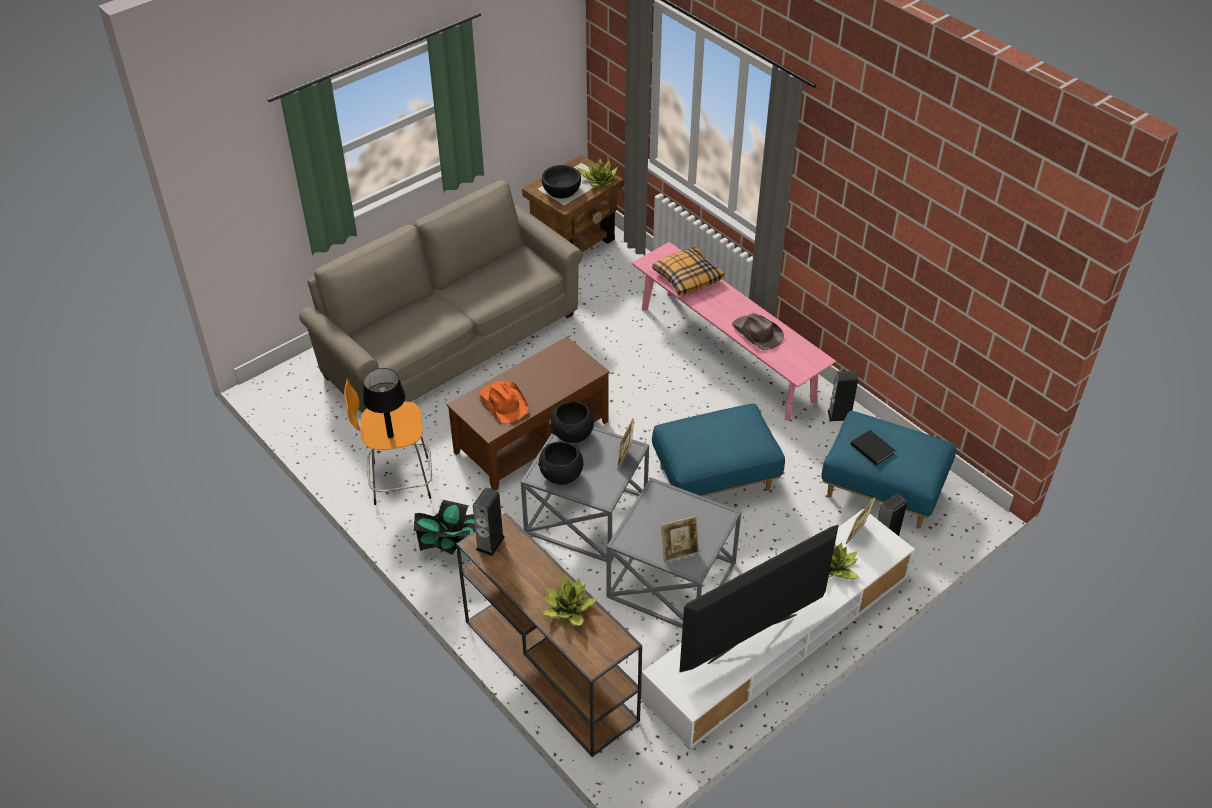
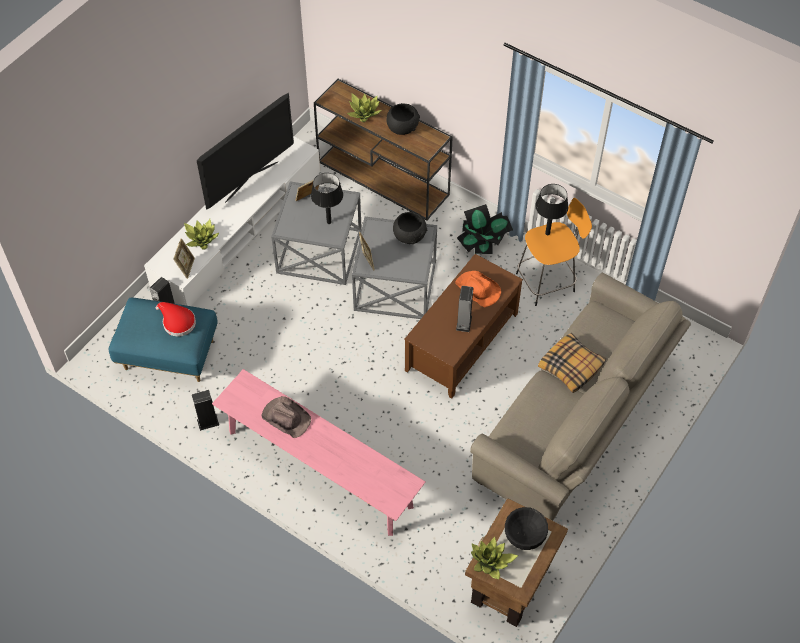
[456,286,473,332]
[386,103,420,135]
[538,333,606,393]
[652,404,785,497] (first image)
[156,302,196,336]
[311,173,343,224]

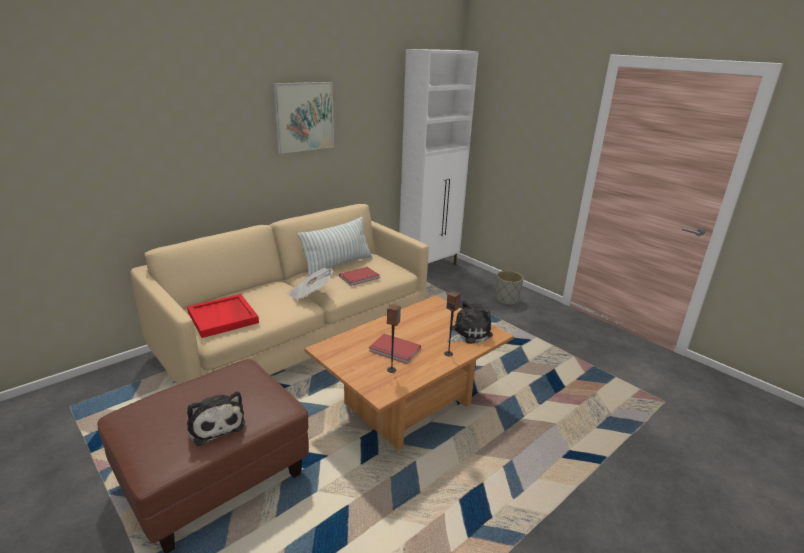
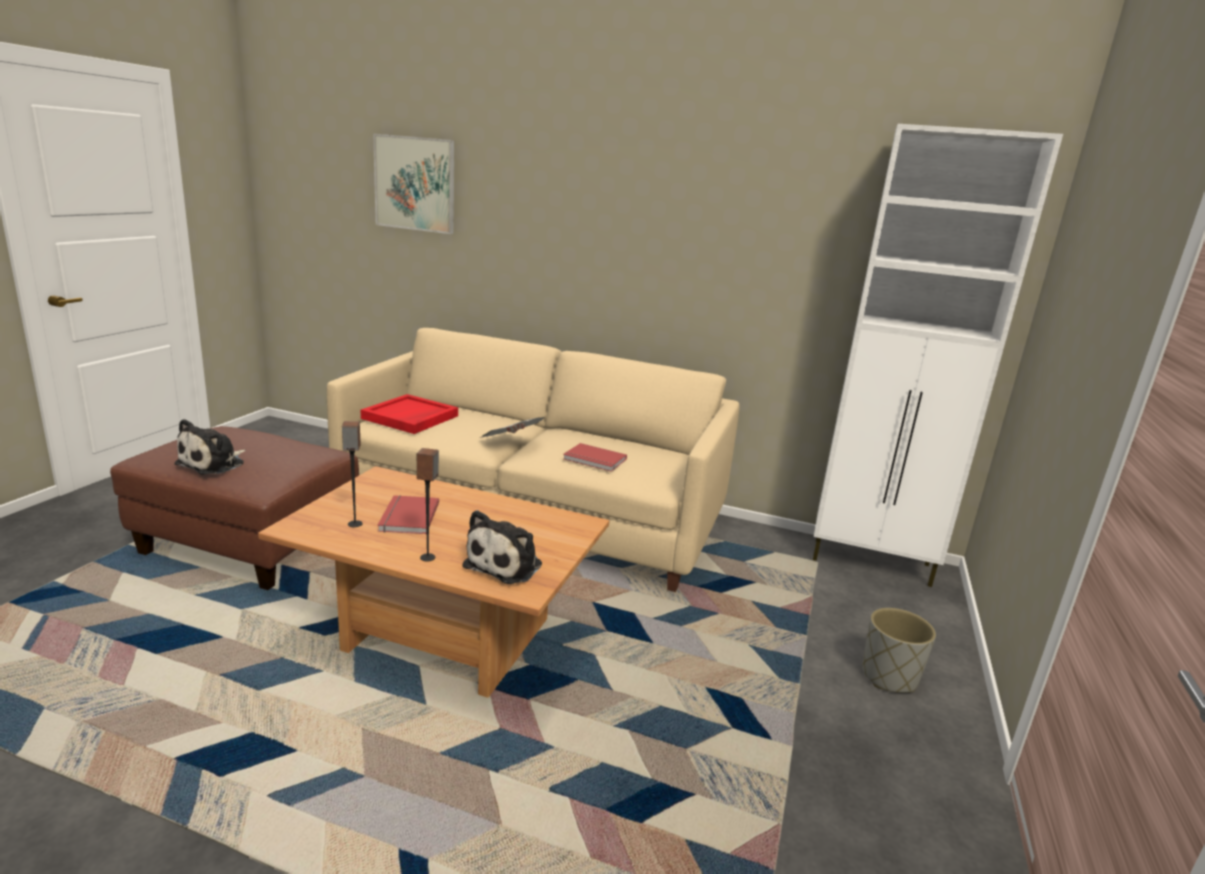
[373,134,454,234]
[298,216,372,277] (first image)
[462,510,542,584]

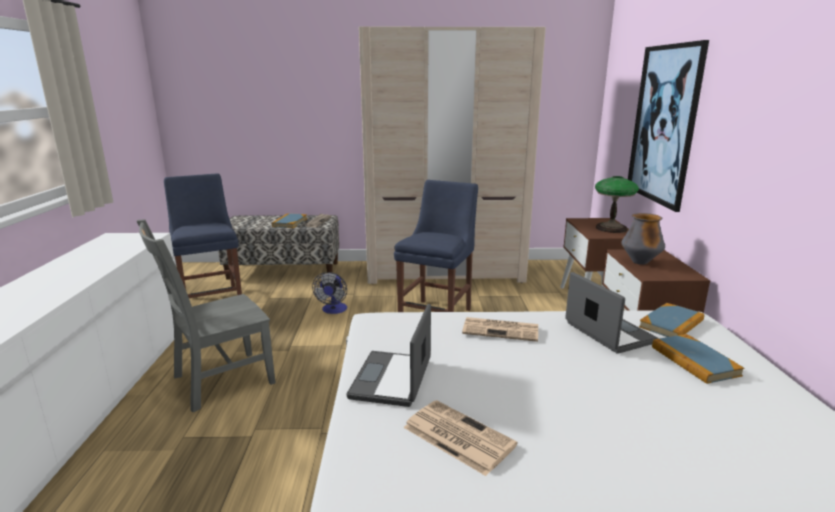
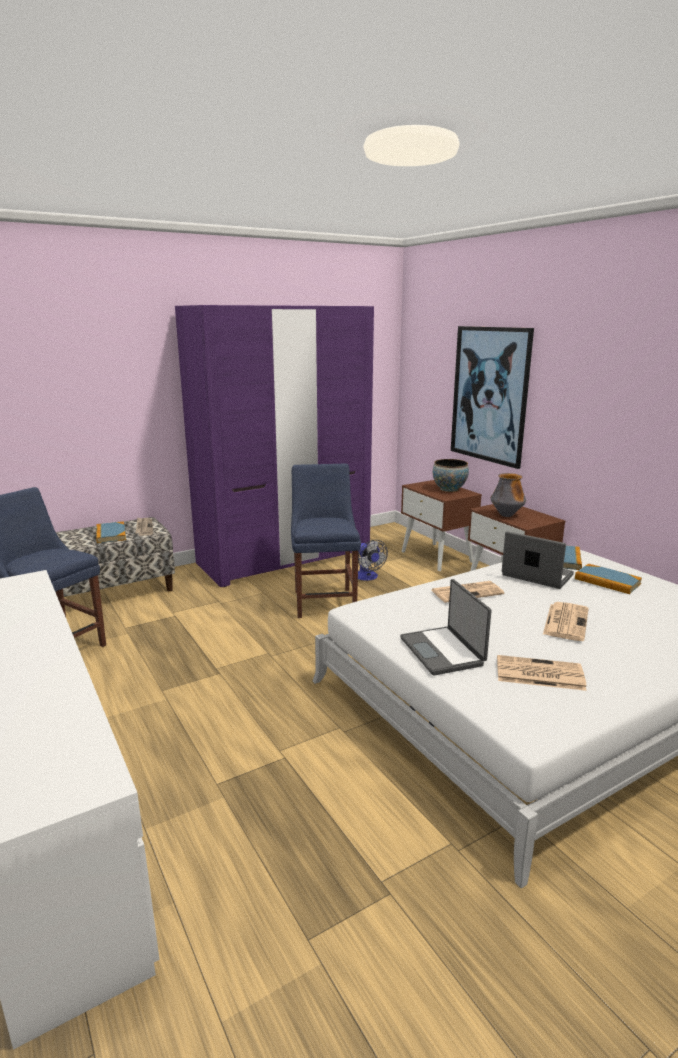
[137,219,276,412] (first image)
[358,540,388,581]
[175,305,374,587]
[433,459,469,492]
[543,602,589,641]

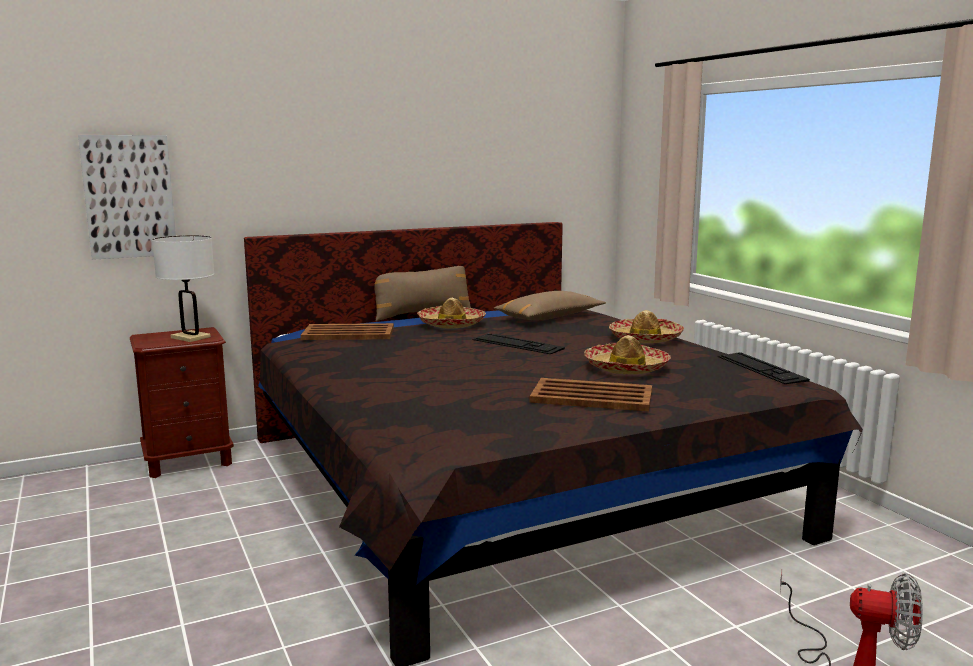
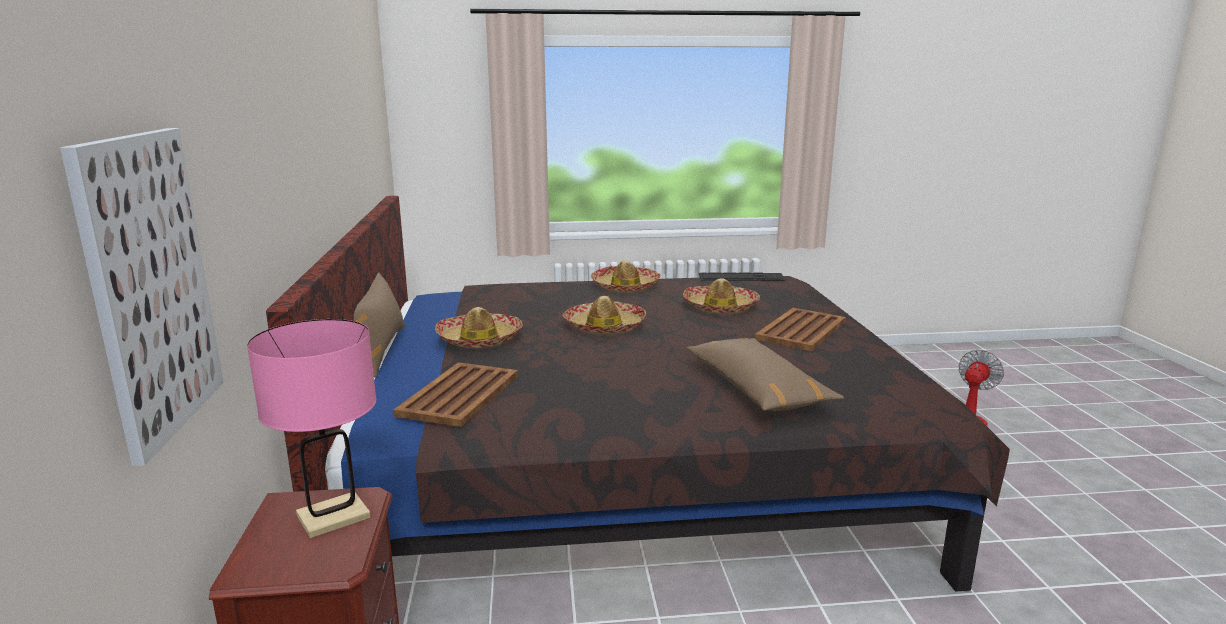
[247,319,376,538]
[562,296,646,334]
[686,338,844,411]

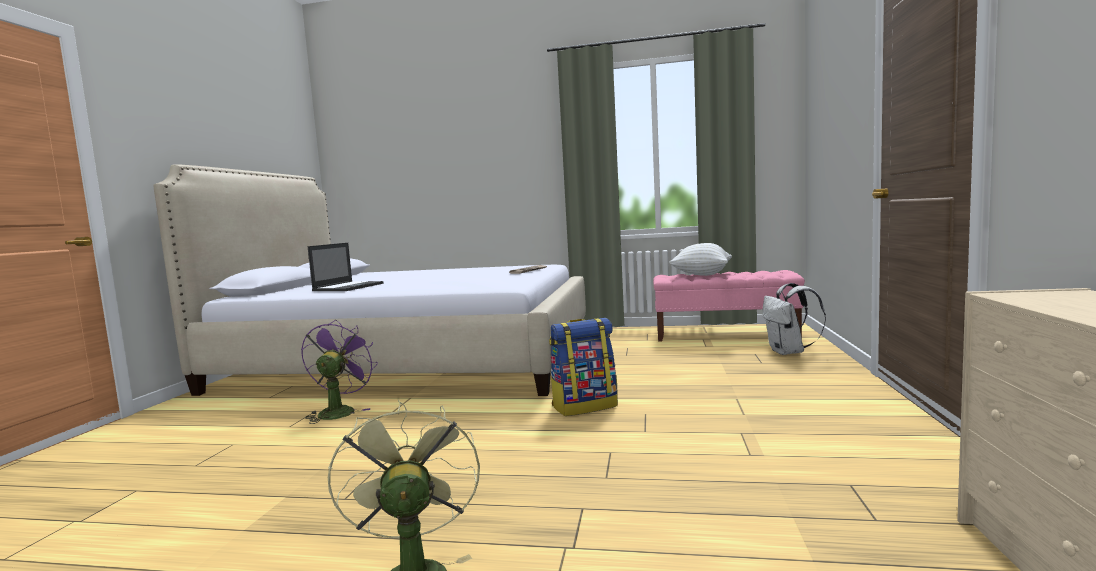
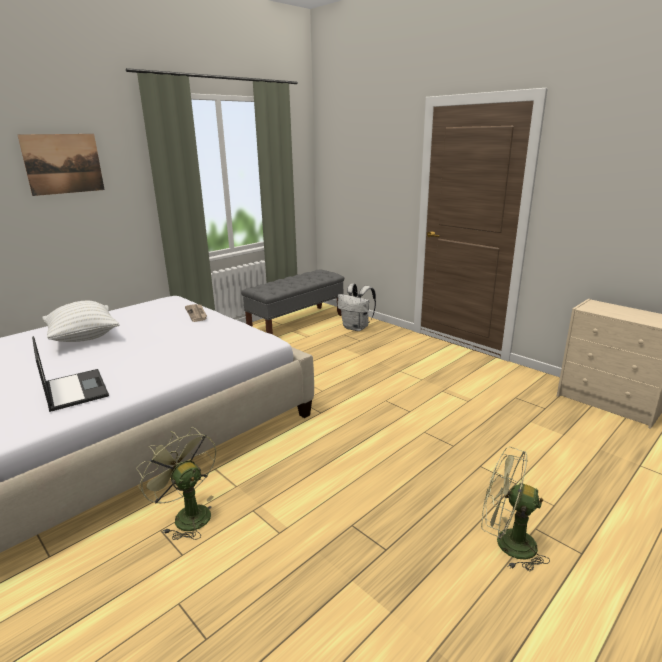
[136,427,216,540]
[549,318,618,416] (first image)
[241,269,344,335]
[42,301,120,342]
[18,134,105,196]

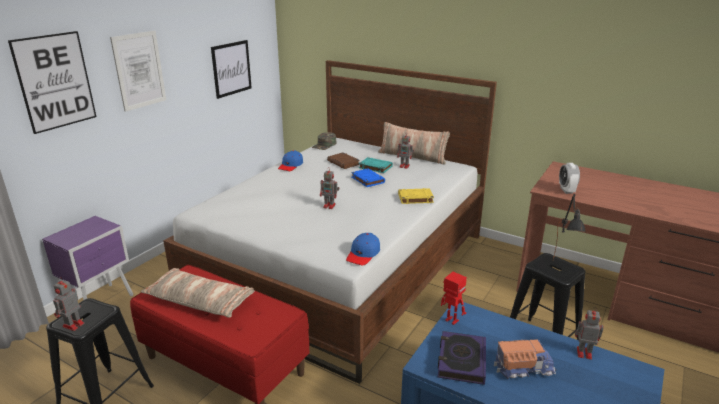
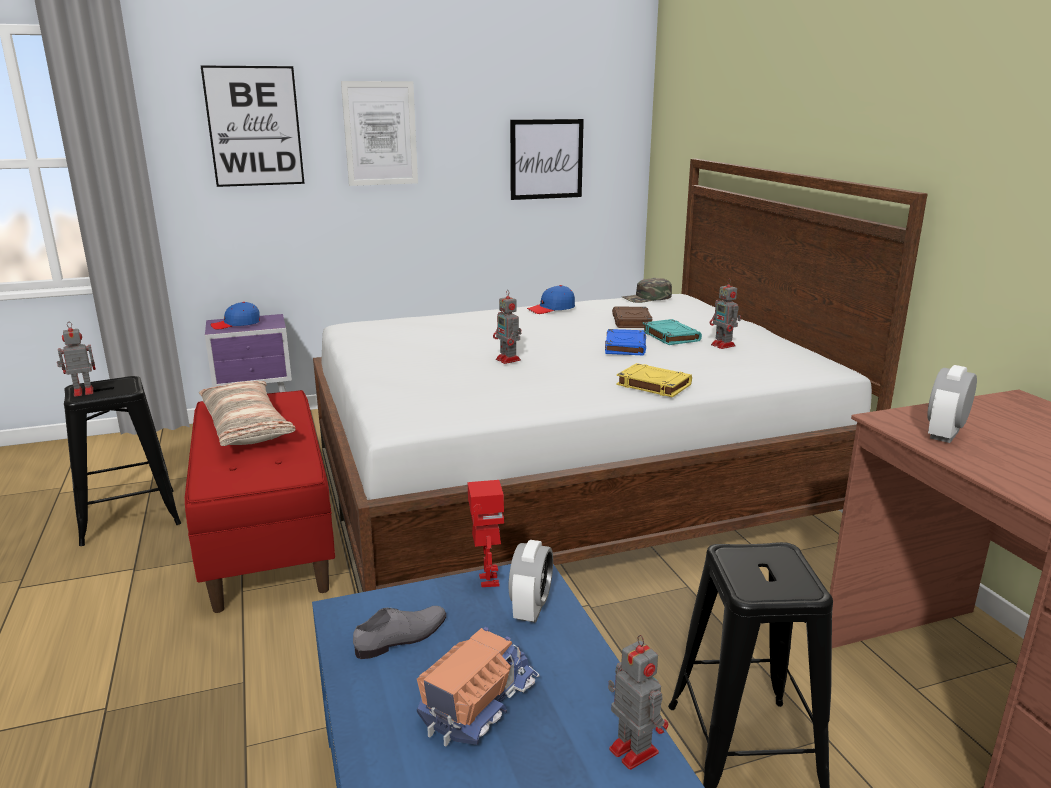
[210,302,260,330]
[378,122,450,165] (first image)
[353,606,446,659]
[417,627,539,747]
[553,194,586,260] (first image)
[509,540,553,623]

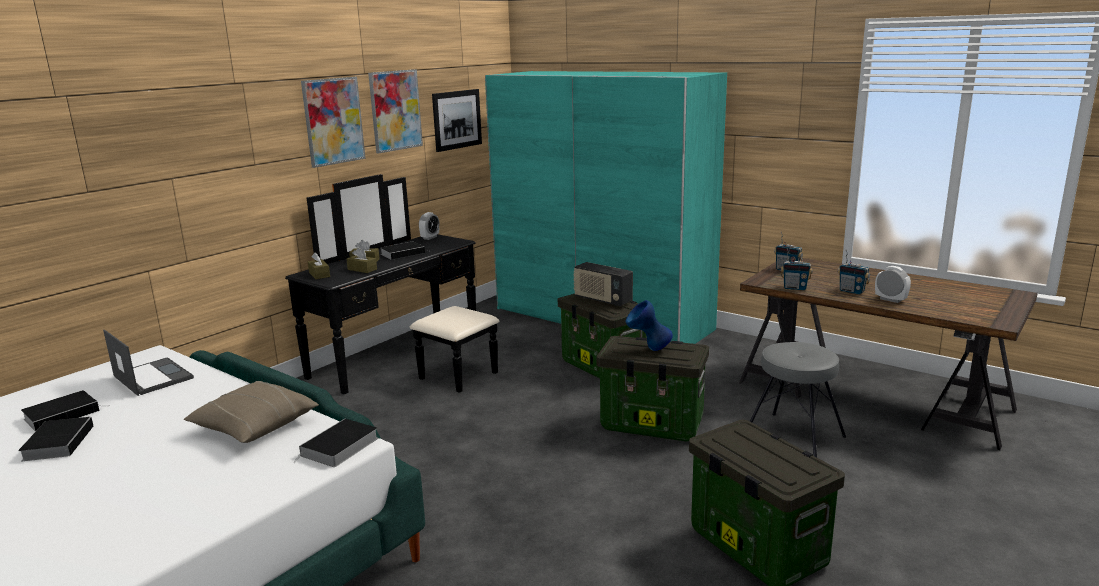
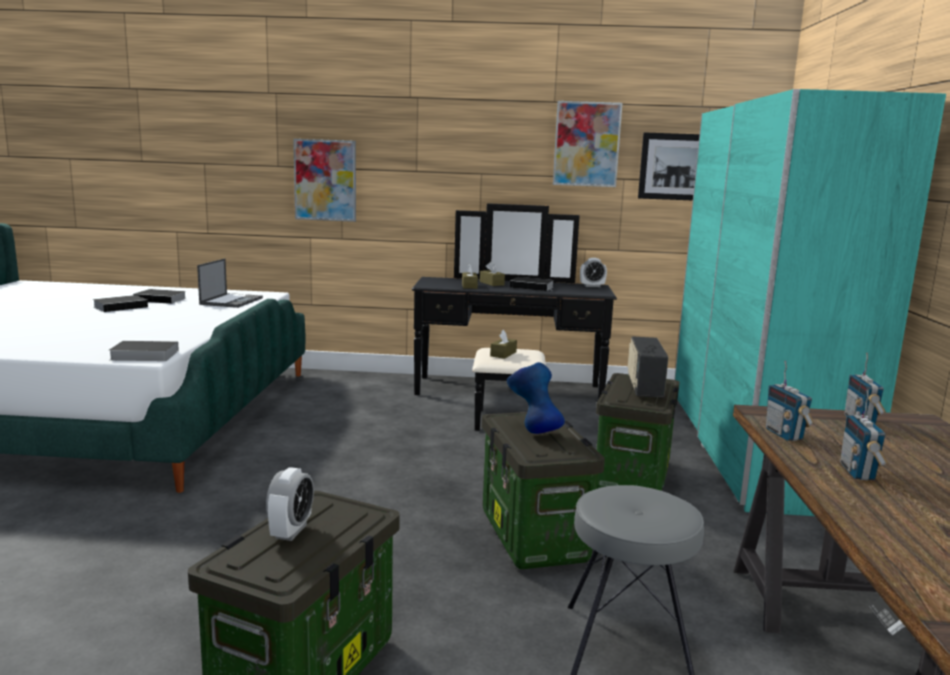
[184,381,319,443] (first image)
[293,139,356,222]
[490,329,517,359]
[266,467,314,541]

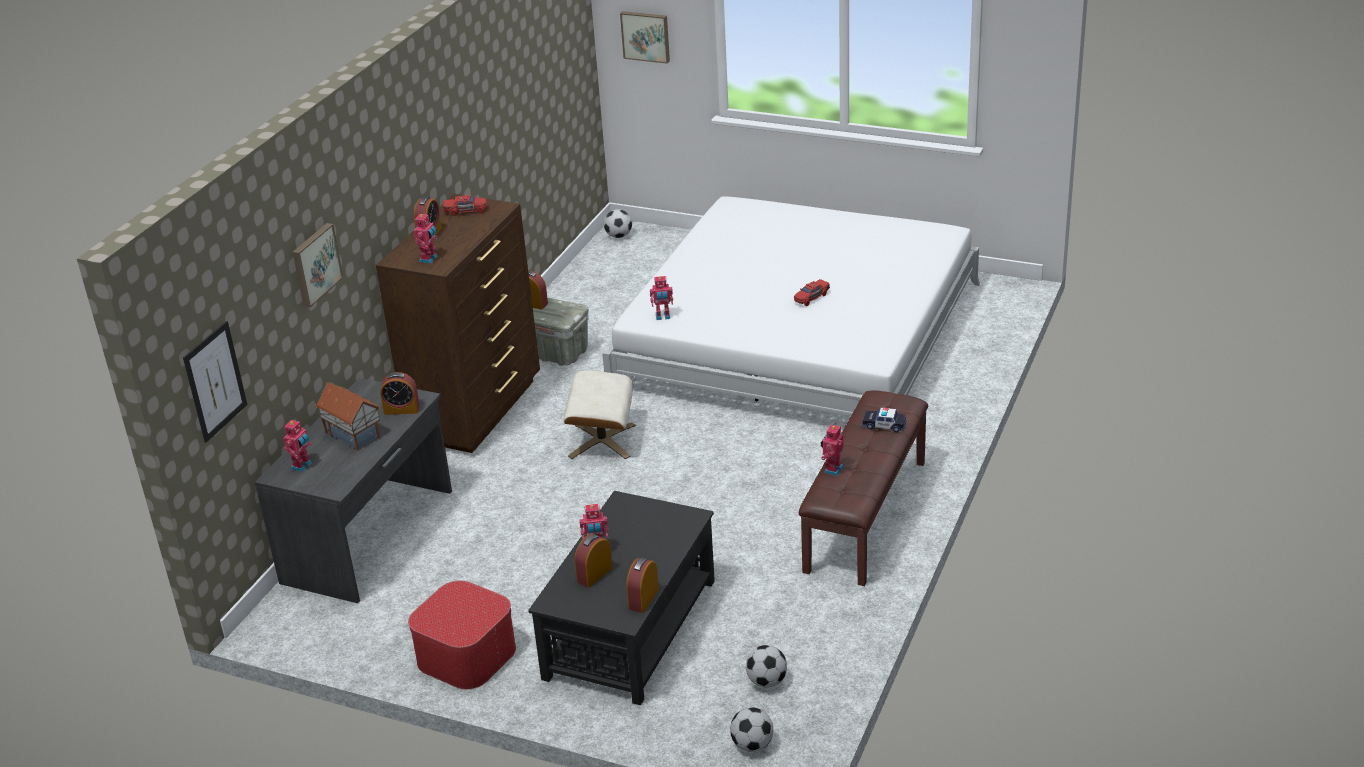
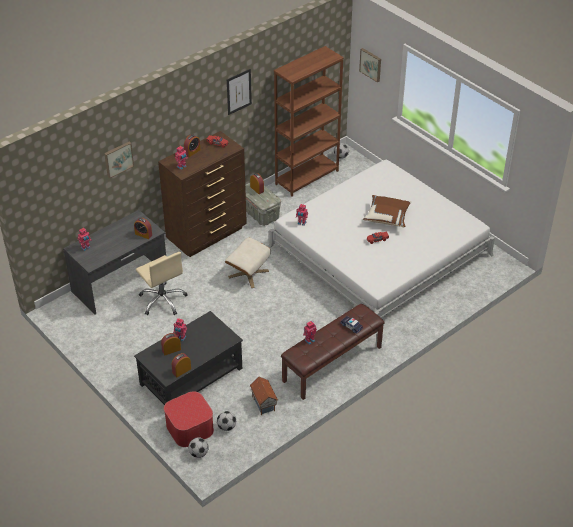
[227,69,252,115]
[250,377,278,415]
[164,391,214,447]
[136,252,188,315]
[274,46,344,196]
[363,195,411,227]

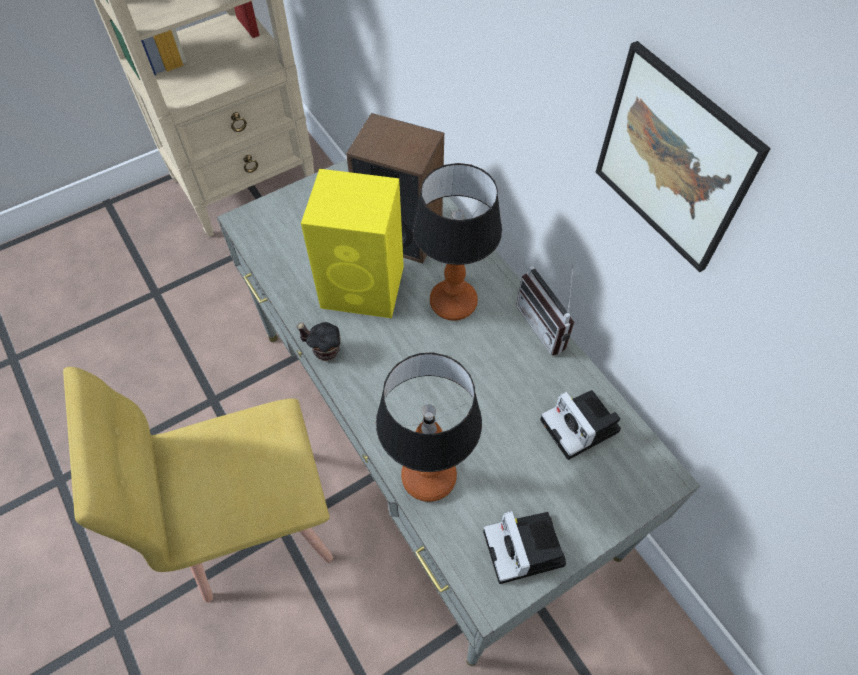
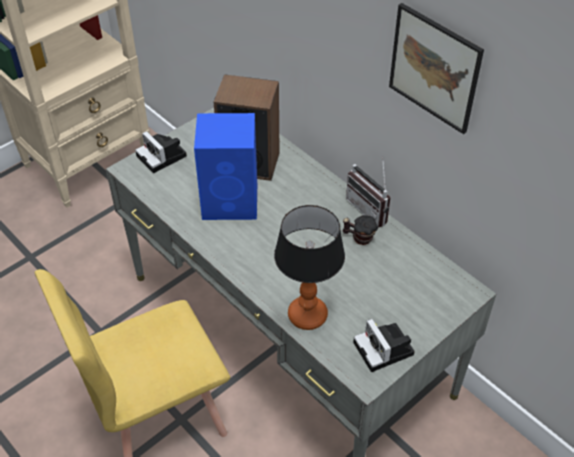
[342,215,378,245]
[194,113,257,220]
[412,163,502,321] (first image)
[135,131,187,173]

